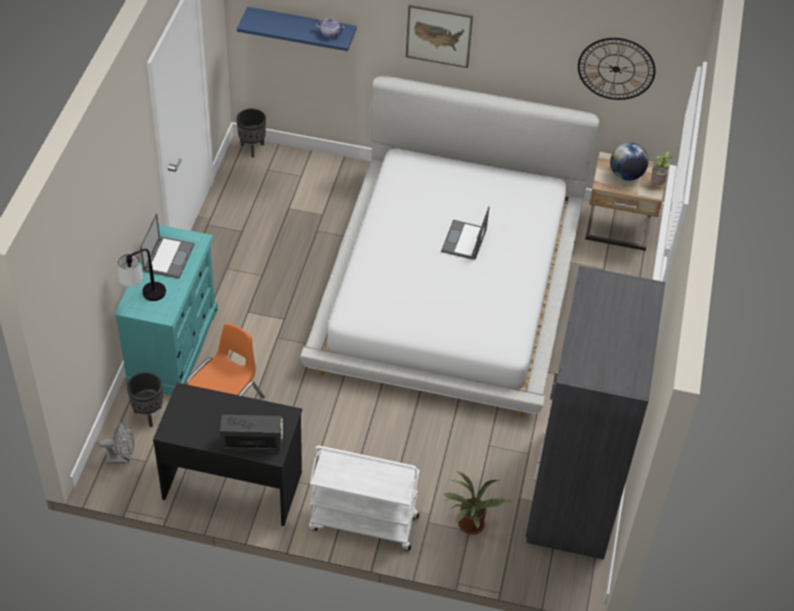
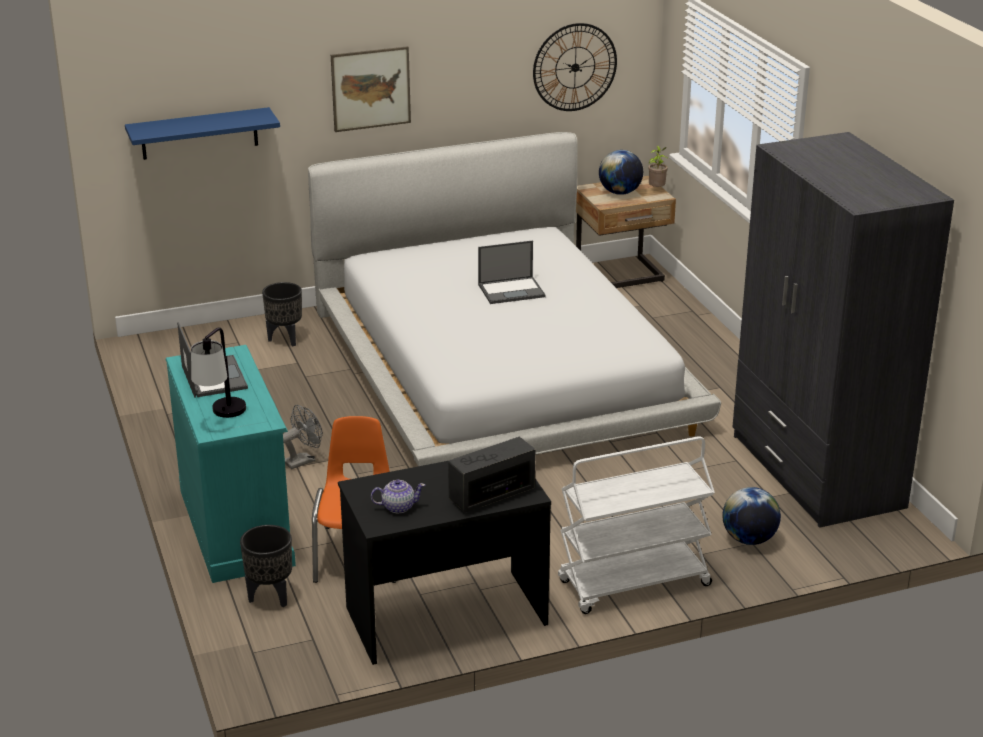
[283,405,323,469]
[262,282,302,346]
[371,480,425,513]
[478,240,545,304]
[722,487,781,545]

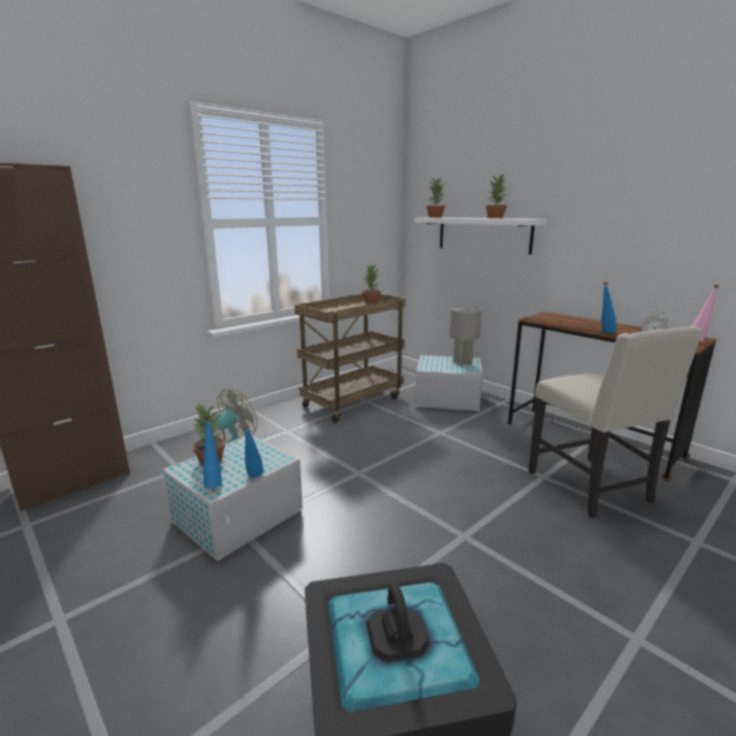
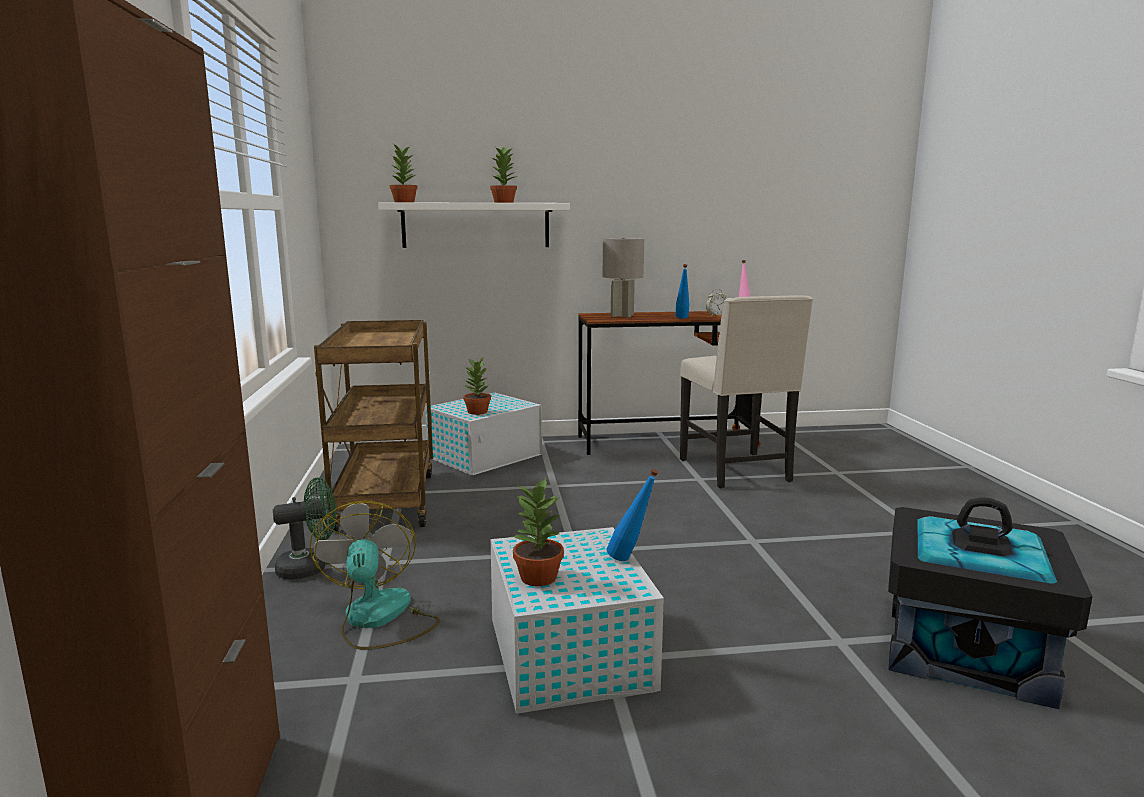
[203,416,222,488] (first image)
[463,356,491,415]
[603,238,644,317]
[680,295,813,489]
[273,478,336,580]

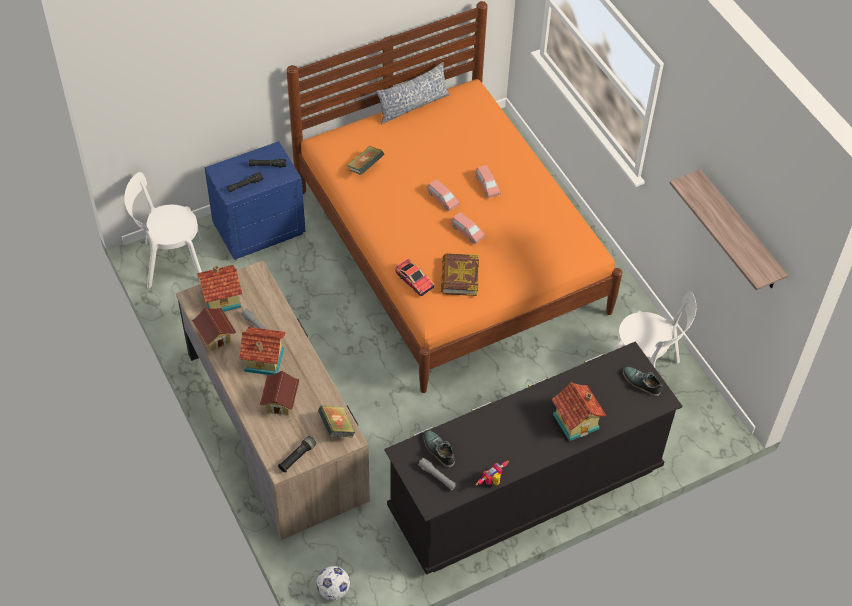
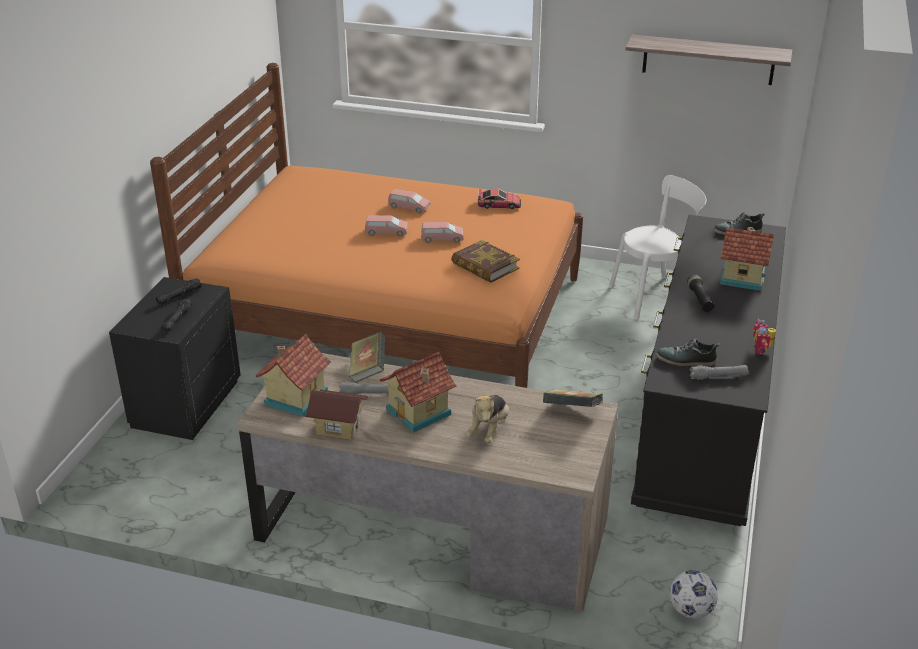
[124,172,202,288] (first image)
[109,277,241,440]
[466,394,509,443]
[687,274,715,312]
[349,332,385,383]
[376,62,450,125] (first image)
[478,188,521,209]

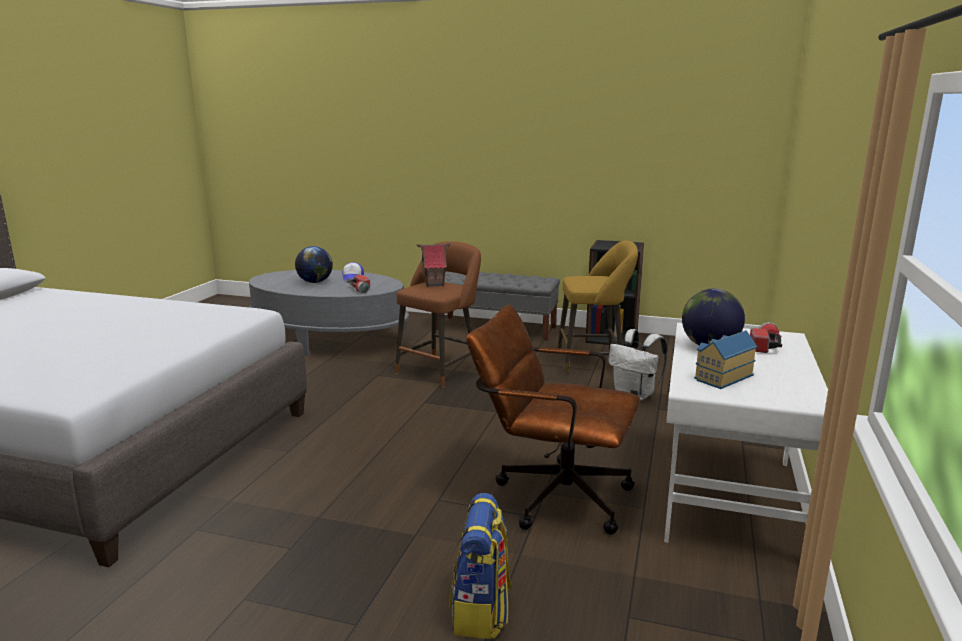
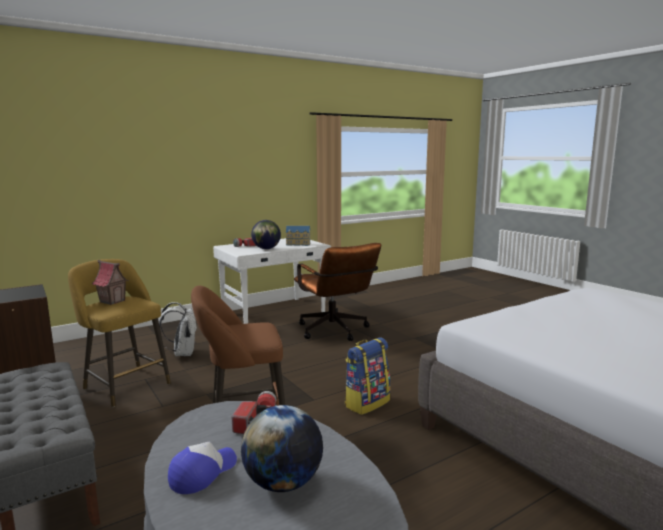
[92,260,129,305]
[344,338,391,415]

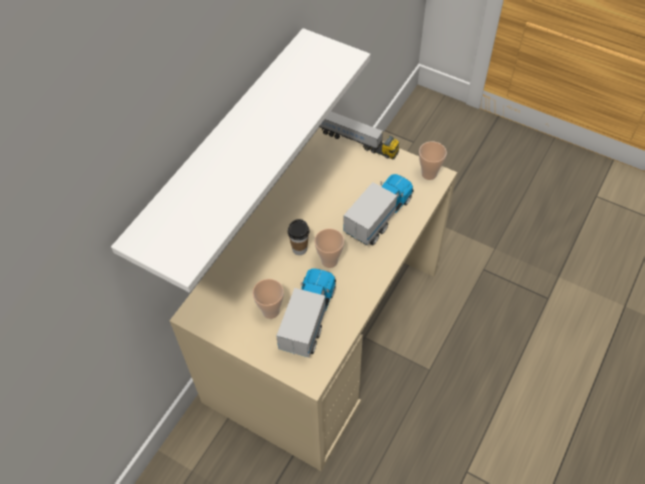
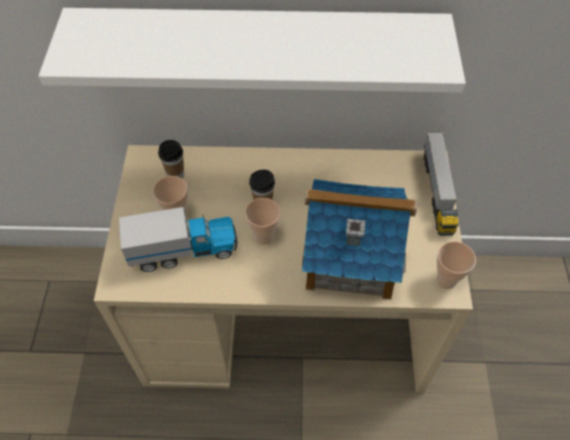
[302,179,417,300]
[158,140,184,179]

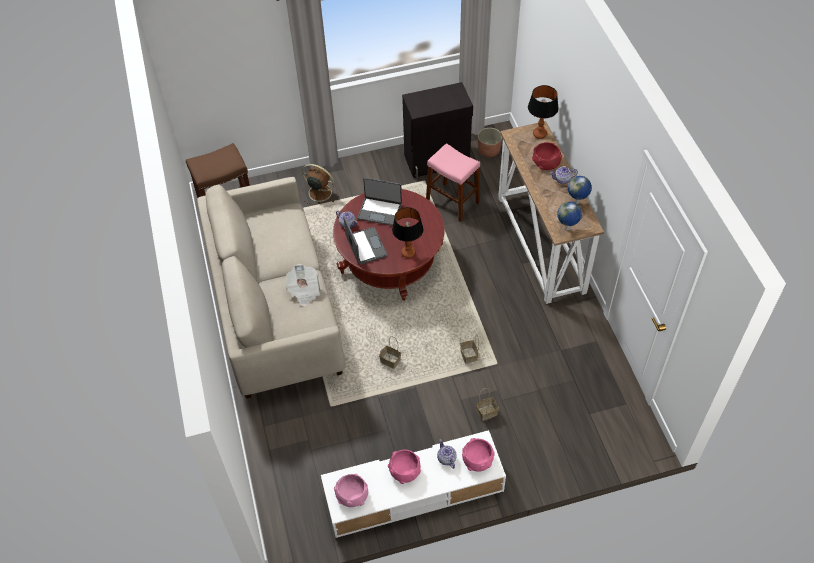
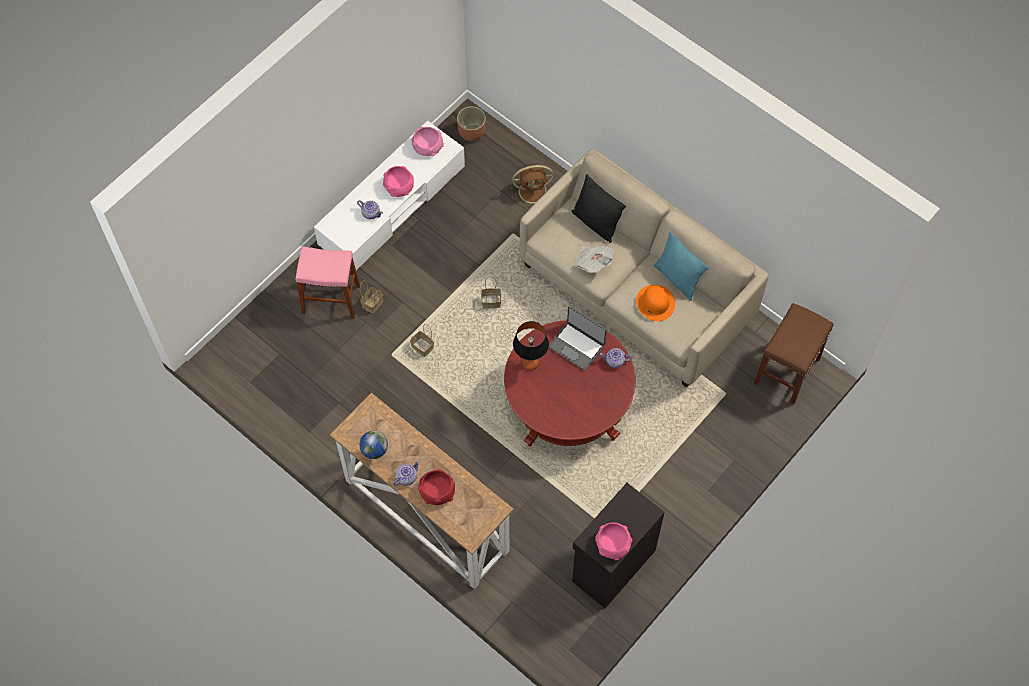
[511,164,554,208]
[357,177,402,226] (first image)
[296,246,360,318]
[595,522,632,560]
[457,106,486,141]
[528,85,559,139] (first image)
[557,202,582,230] (first image)
[571,174,626,243]
[636,285,675,321]
[653,232,708,301]

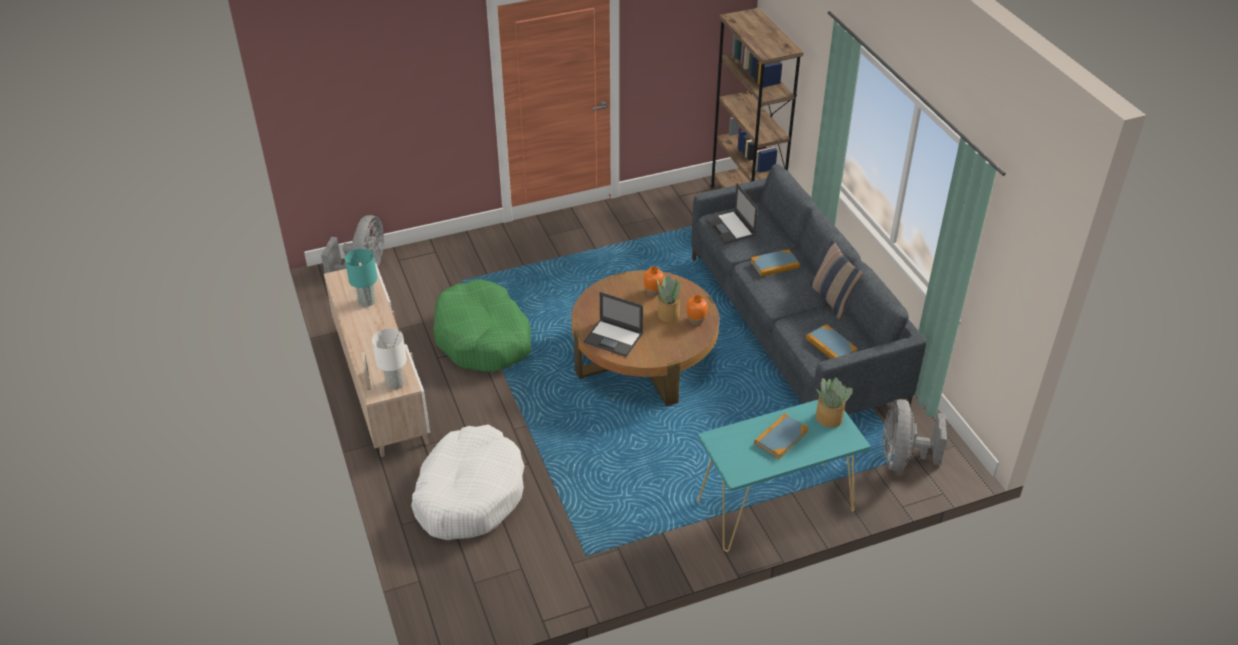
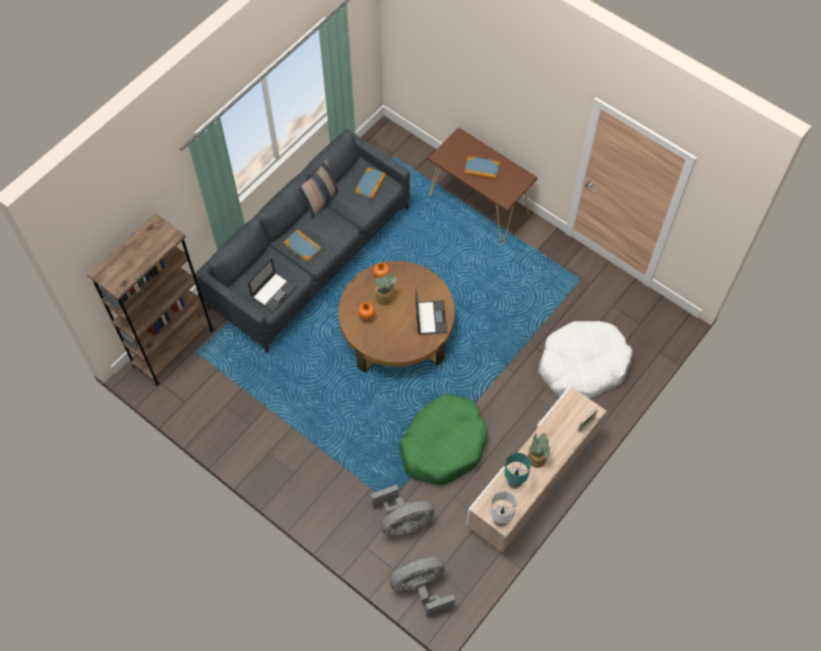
[490,491,517,527]
[428,127,538,244]
[528,433,550,468]
[371,484,435,536]

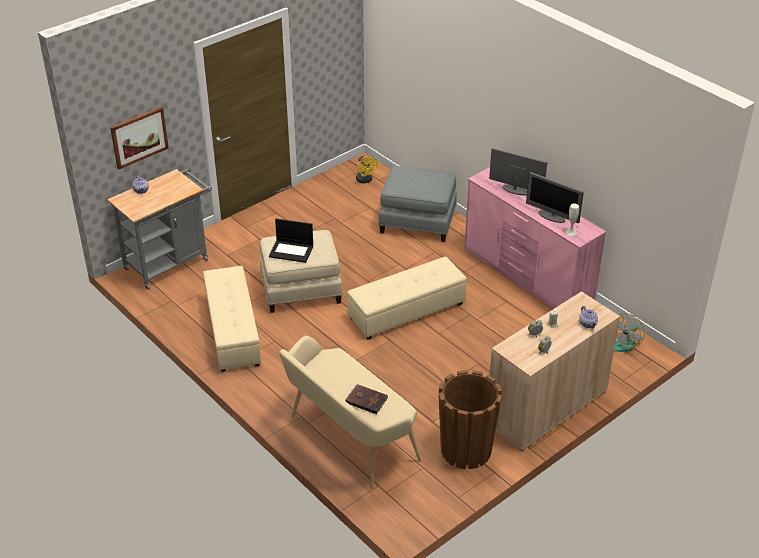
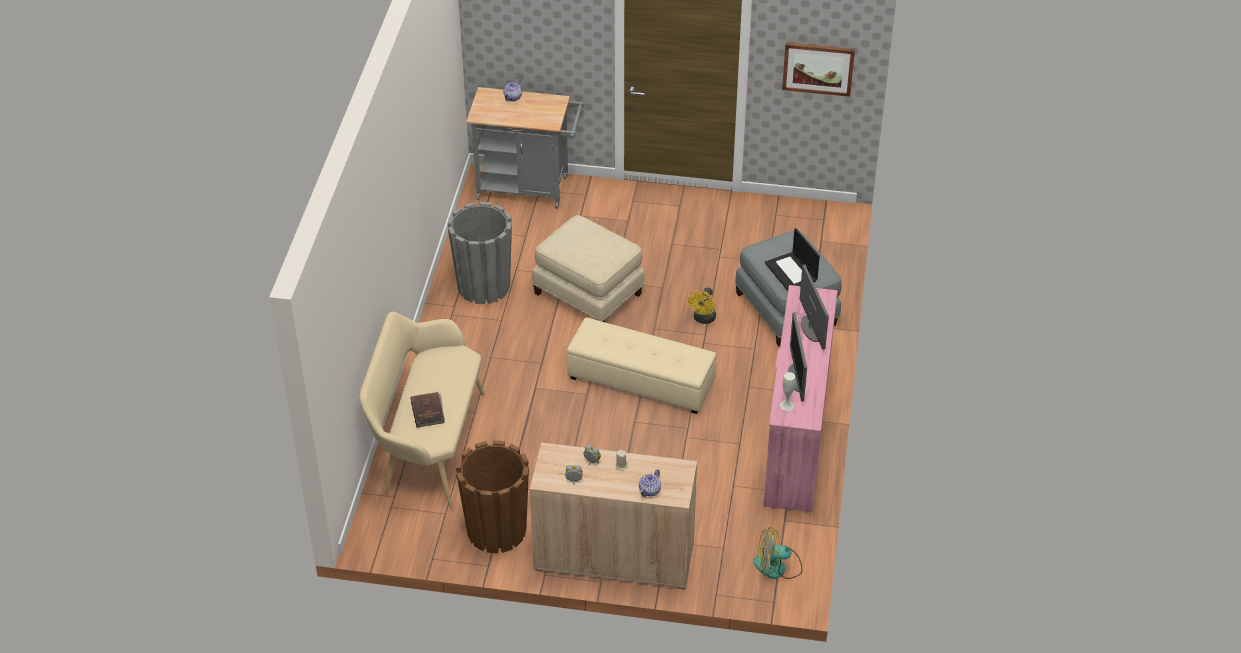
[782,43,855,97]
[447,202,512,304]
[765,228,820,291]
[688,287,716,324]

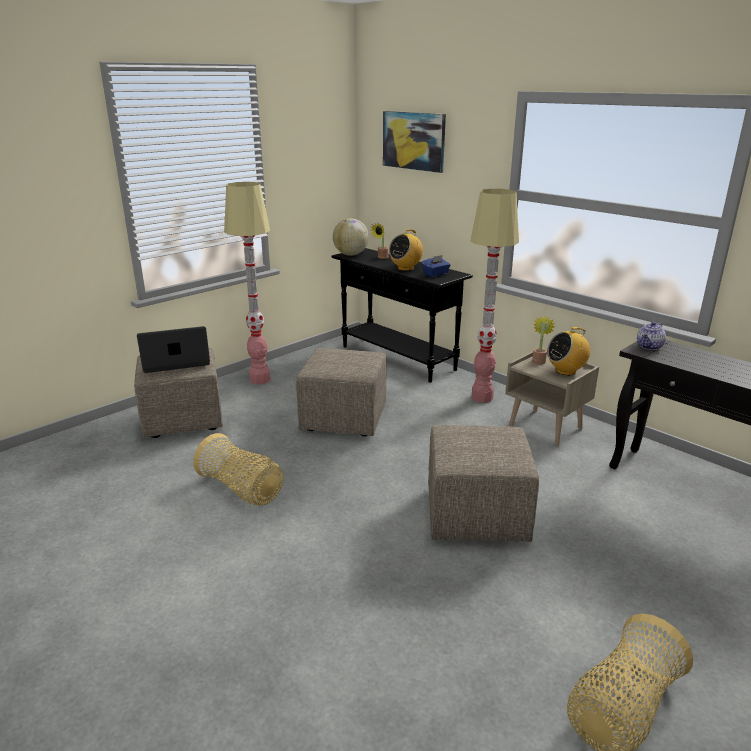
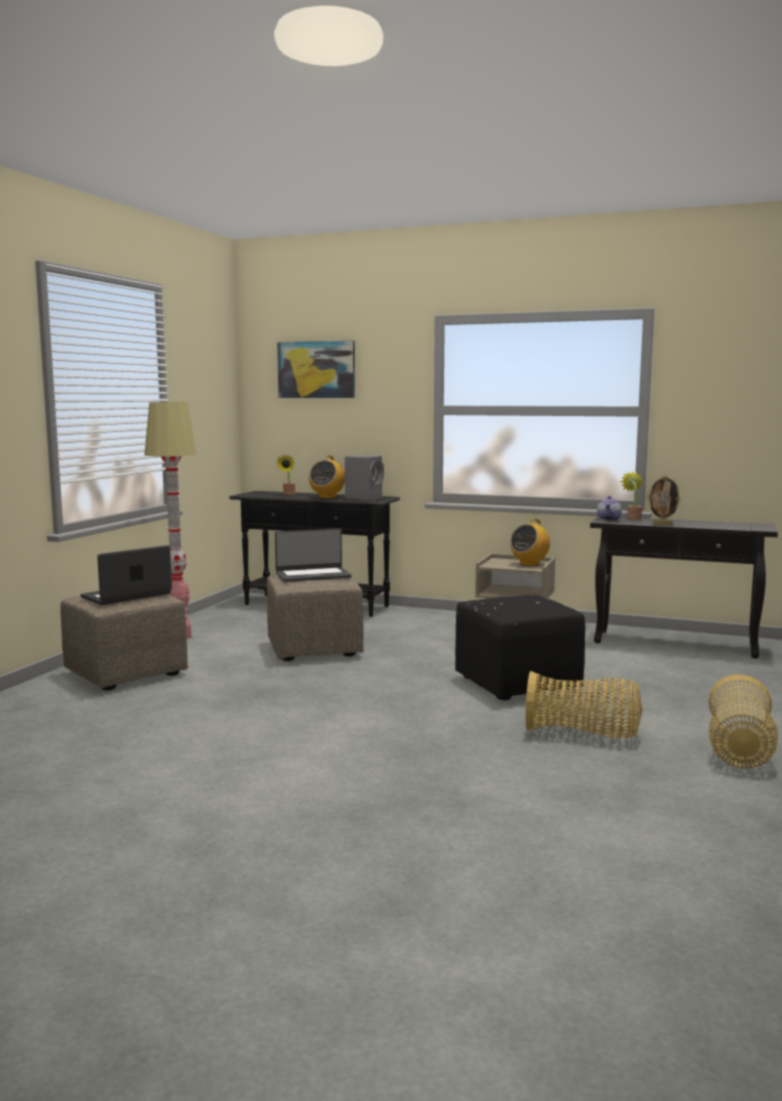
[526,671,642,738]
[333,218,369,256] (first image)
[345,455,384,500]
[455,595,585,700]
[471,189,519,403] (first image)
[620,471,643,520]
[275,528,352,582]
[647,475,681,525]

